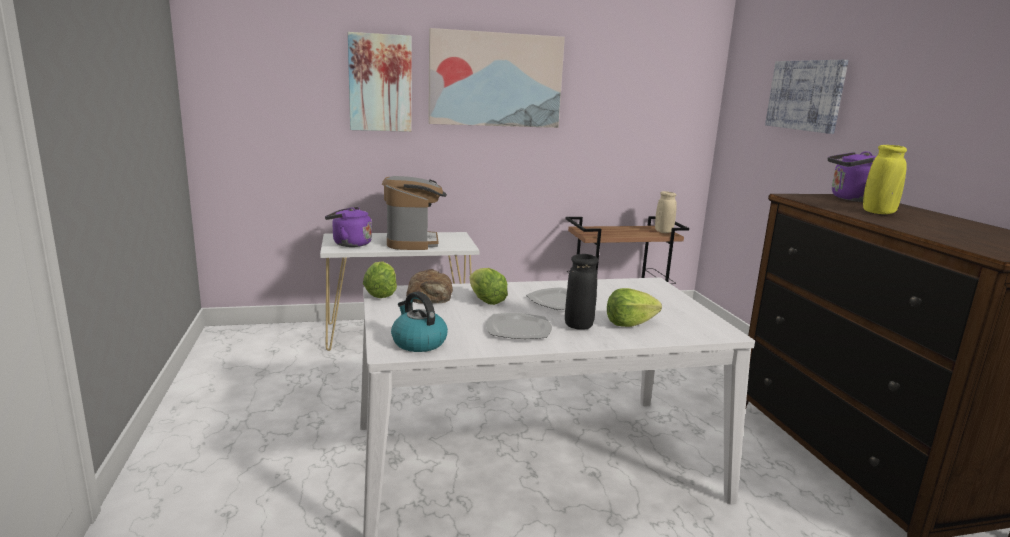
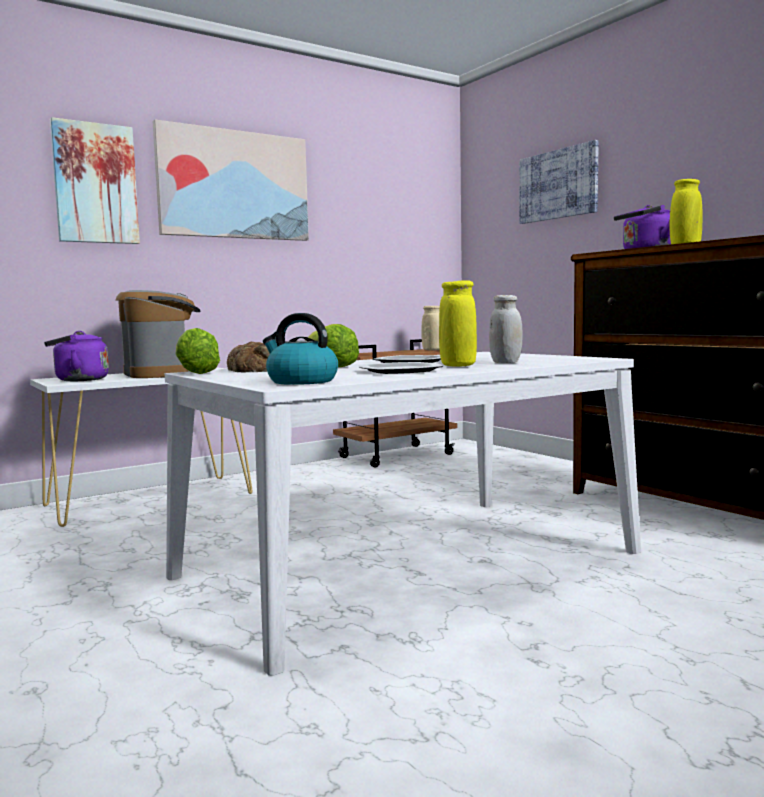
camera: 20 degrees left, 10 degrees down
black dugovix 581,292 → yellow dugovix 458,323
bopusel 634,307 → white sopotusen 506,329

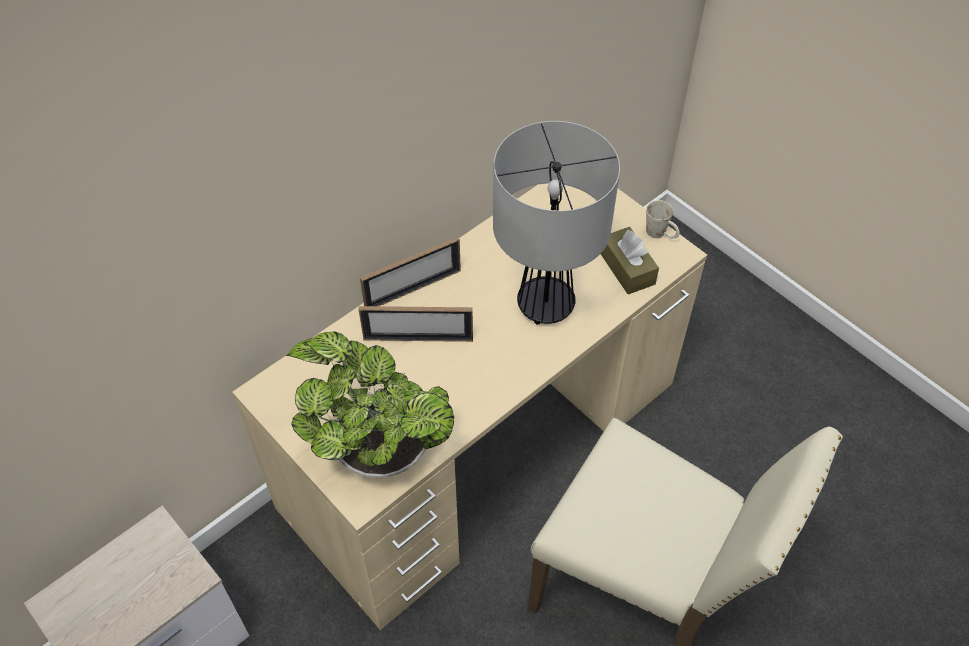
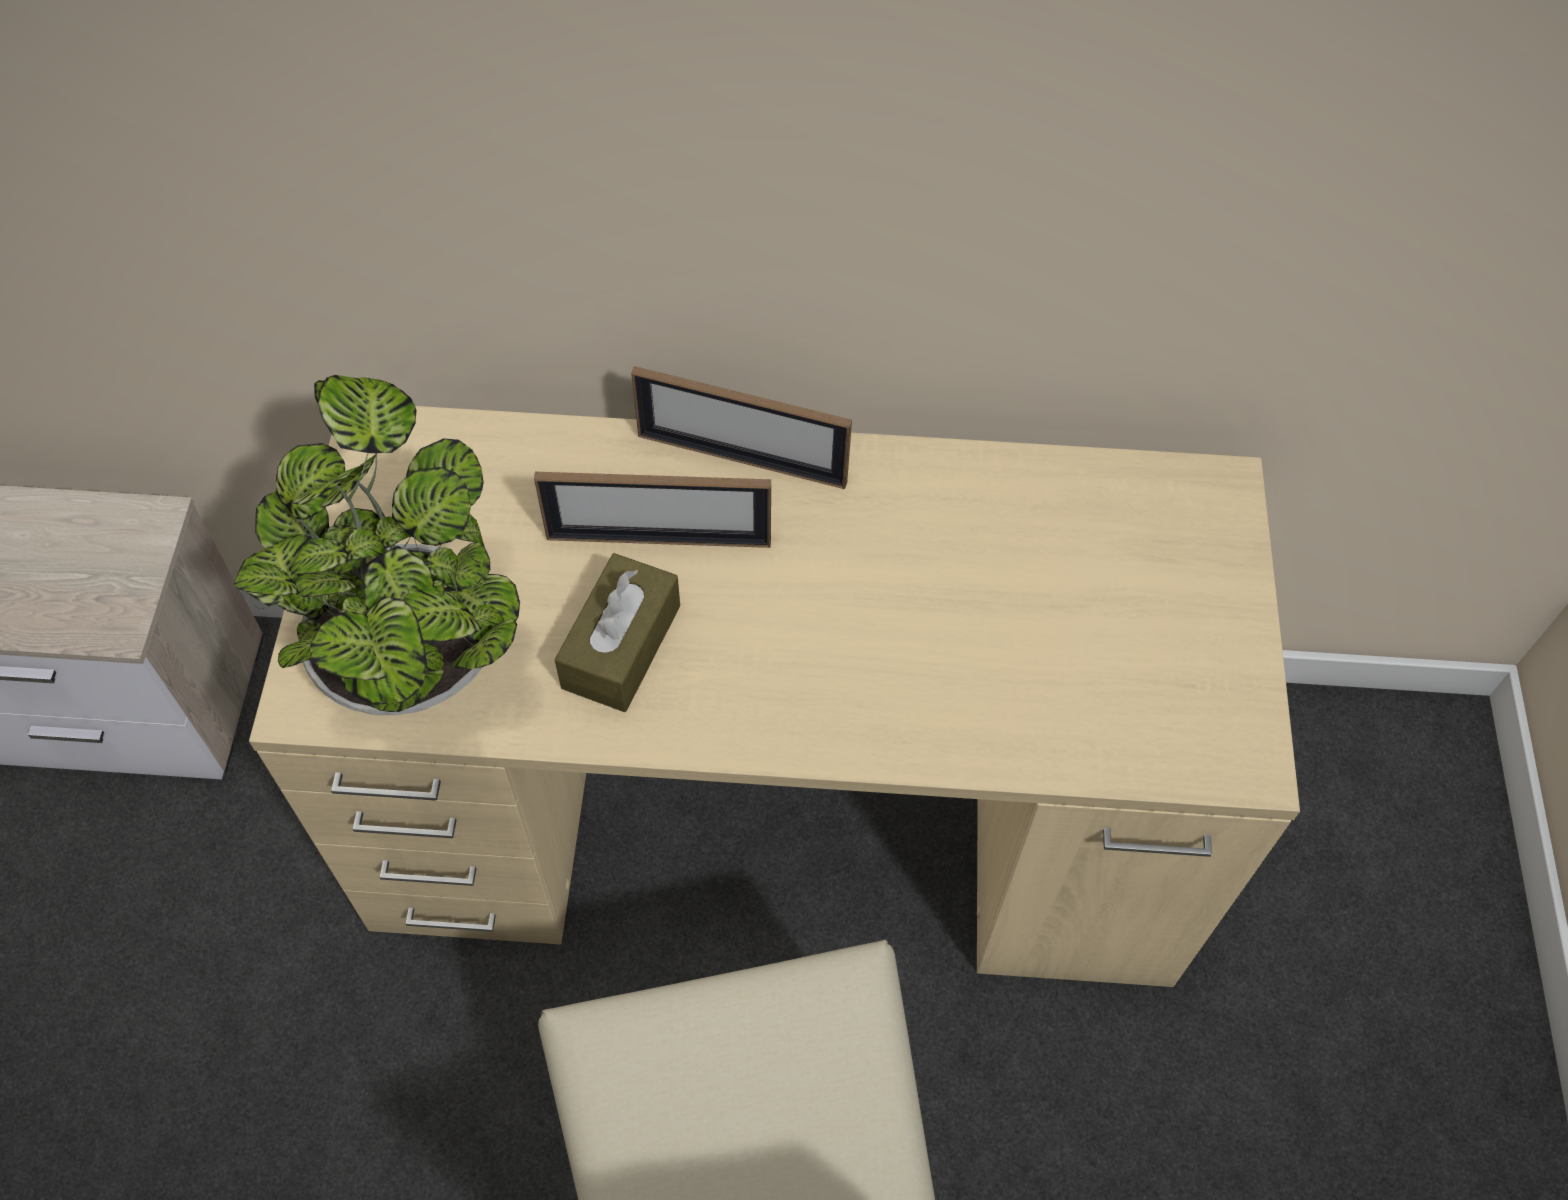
camera: 45 degrees right, 5 degrees up
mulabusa 556,223 → -
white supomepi 663,219 → -
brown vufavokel 630,261 → brown vufavokel 617,632, relocated
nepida 416,324 → nepida 652,510, 45 degrees counterclockwise

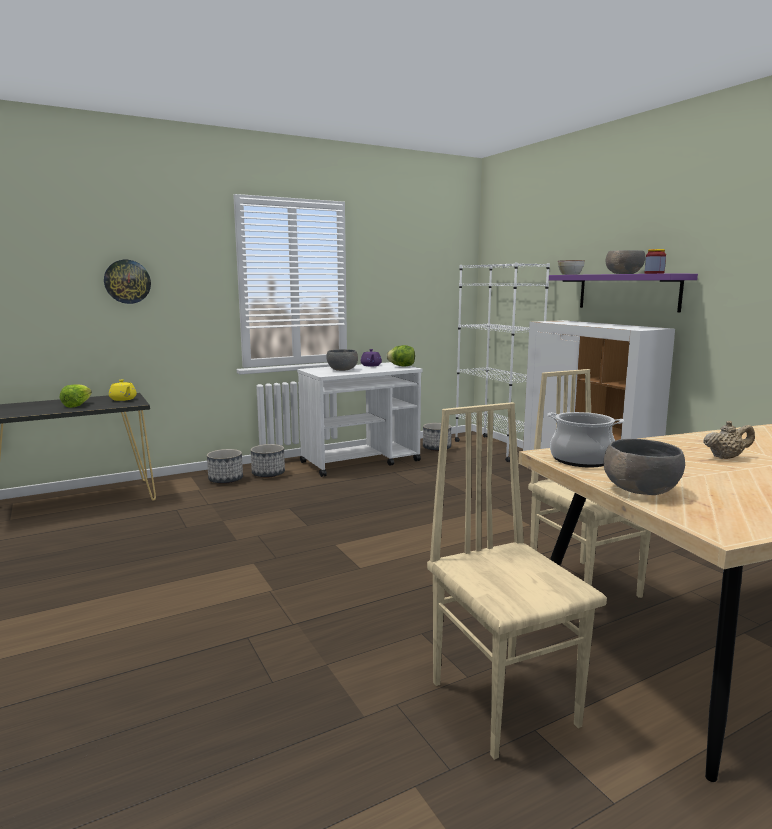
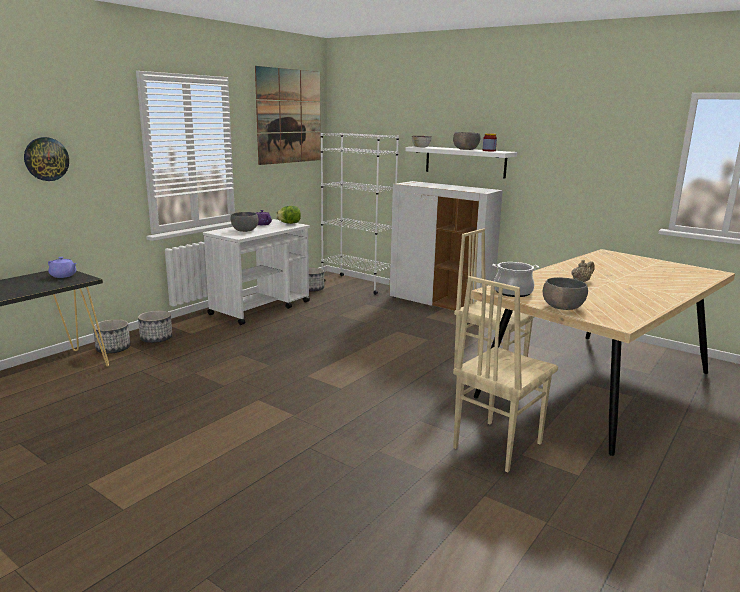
camera: 25 degrees left, 5 degrees up
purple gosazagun 623,292 → white gosazagun 461,162
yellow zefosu 123,390 → purple zefosu 62,267
bopusel 76,396 → -
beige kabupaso 517,581 → beige kabupaso 505,374, 90 degrees counterclockwise
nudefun 268,461 → nudefun 111,336, relocated
- → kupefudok 288,115

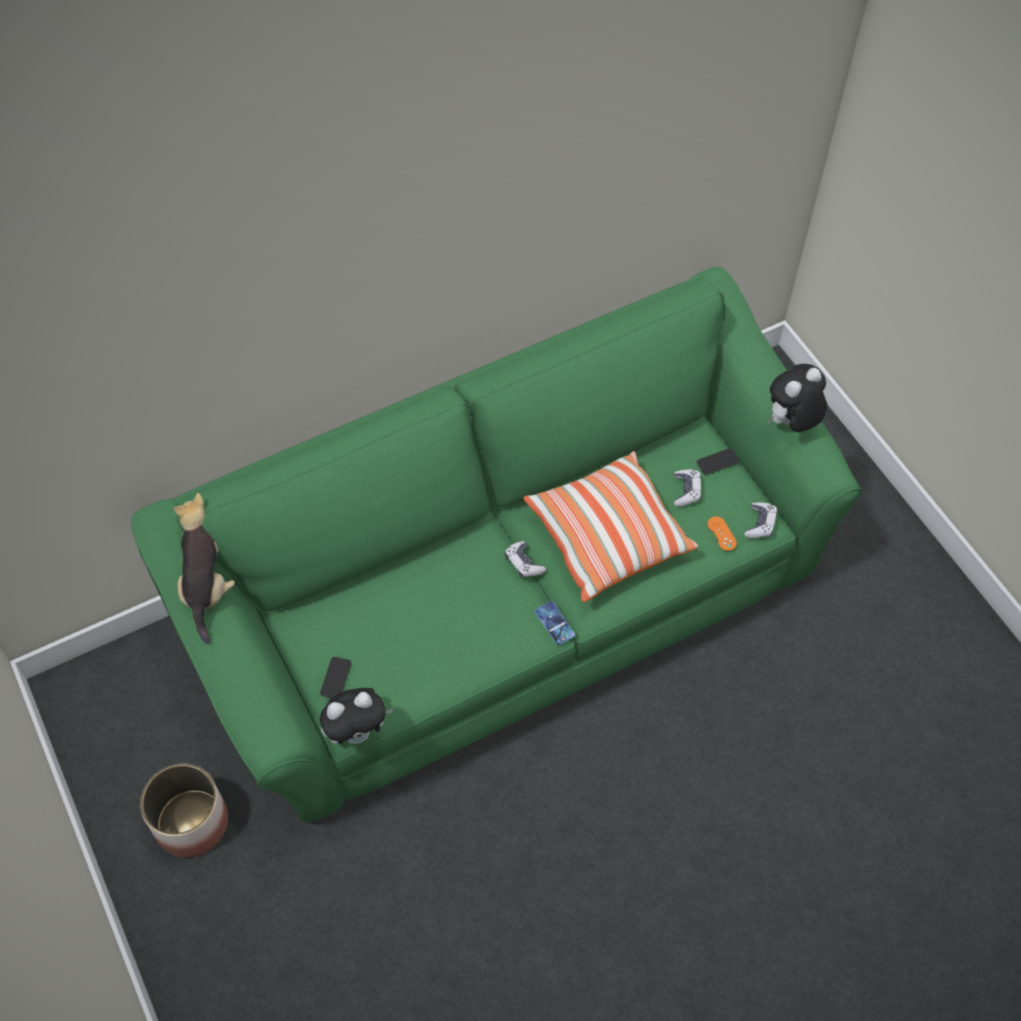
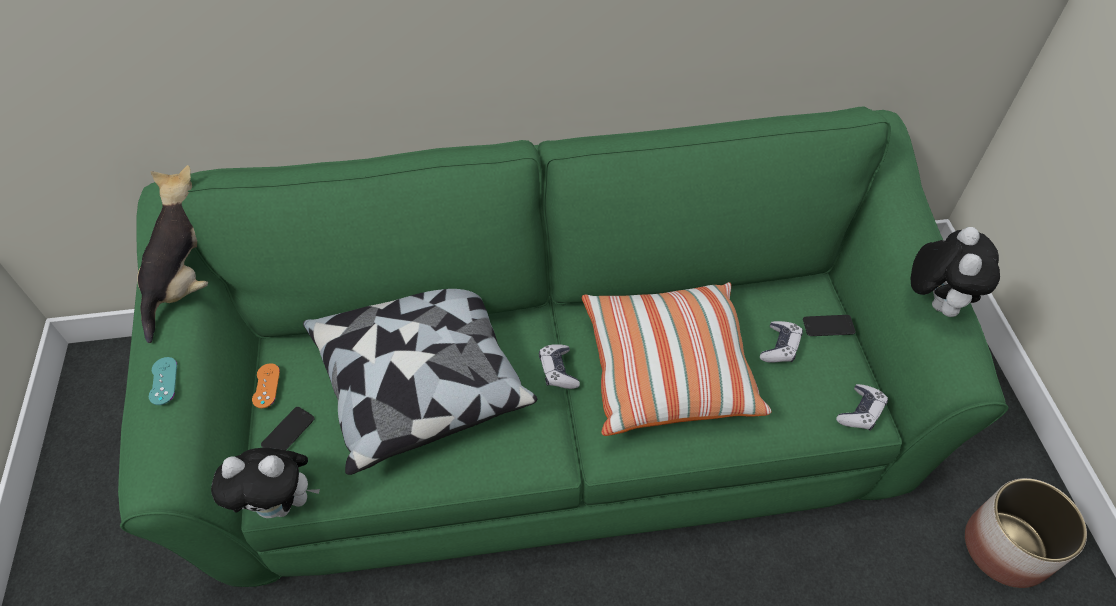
camera: 20 degrees right, 5 degrees down
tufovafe 797,398 → tufovafe 955,272, 120 degrees clockwise
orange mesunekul 722,533 → orange mesunekul 266,385, relocated
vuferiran 555,623 → -
nudefun 184,810 → nudefun 1026,533, relocated
- → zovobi 420,382
- → turquoise mesunekul 163,381

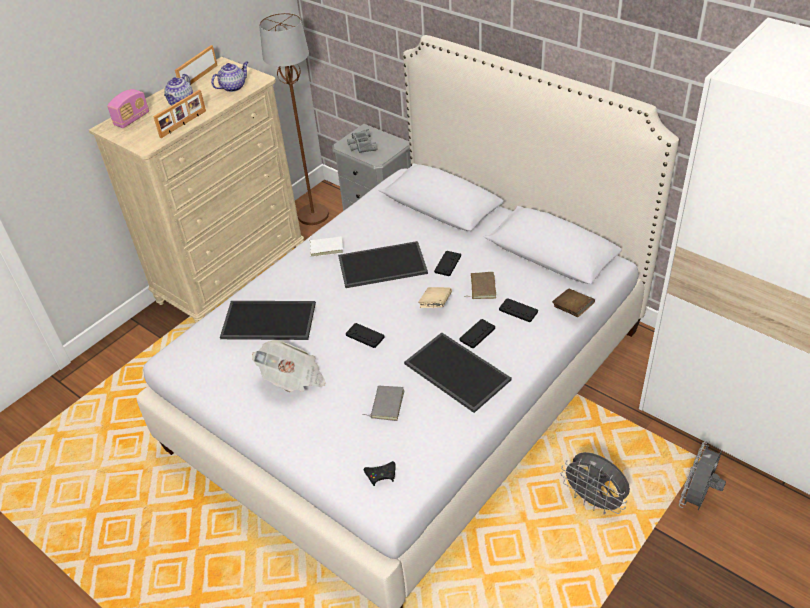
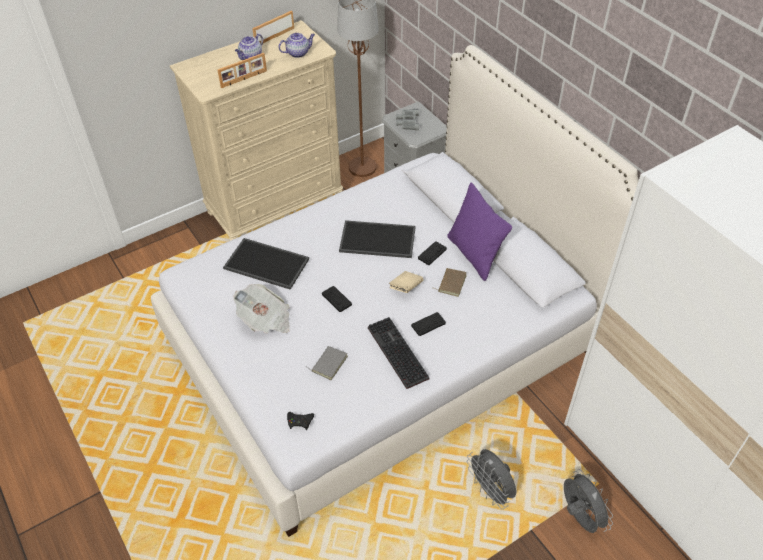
camera: 15 degrees right, 5 degrees up
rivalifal 128,108 → -
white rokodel 325,246 → -
brown rokodel 573,303 → -
black mesunekul 518,310 → -
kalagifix 458,372 → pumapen 399,353
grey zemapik 702,475 → grey zemapik 588,501, 105 degrees clockwise
- → purple zovobi 479,232

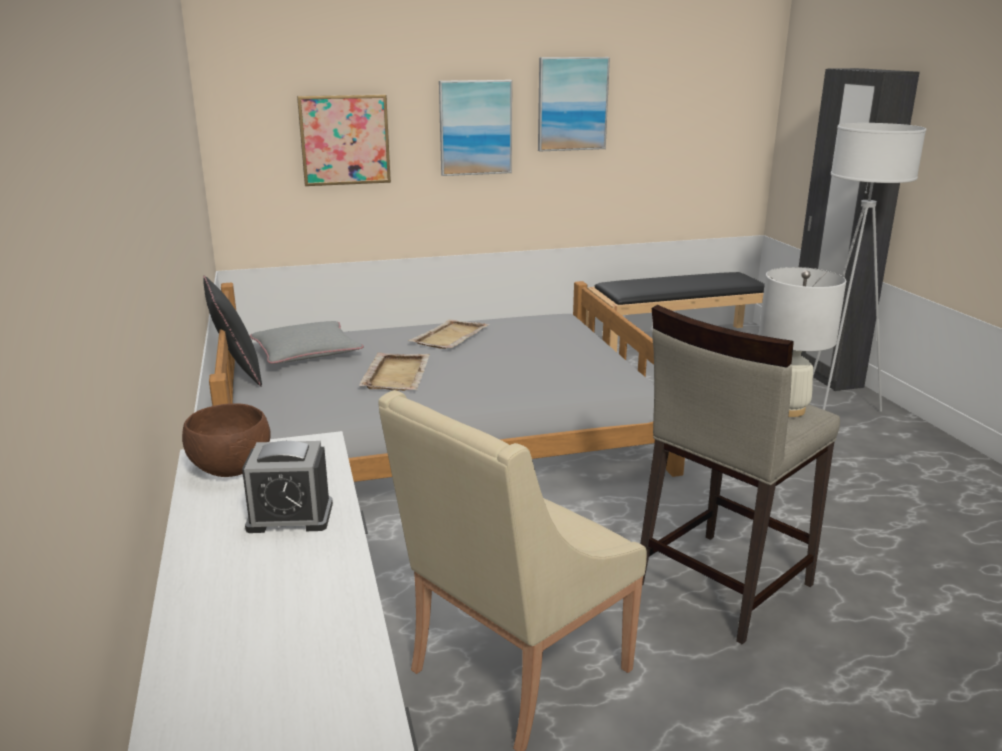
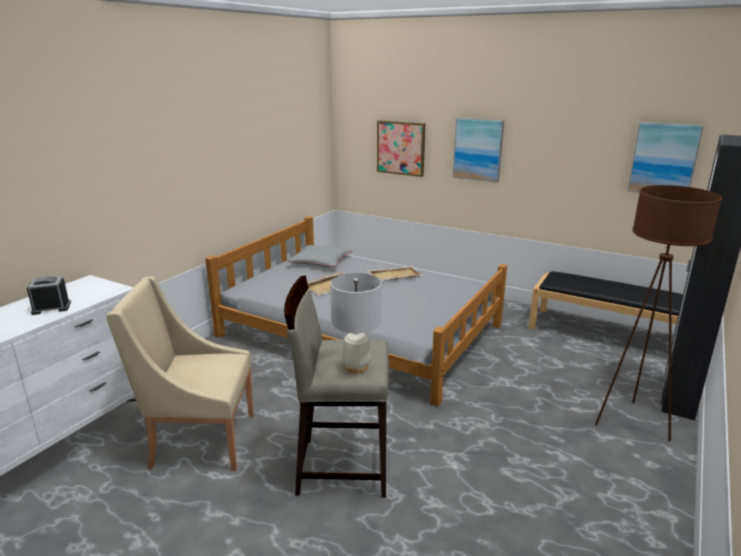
camera: 45 degrees right, 0 degrees up
kupefudok 574,104 → kupefudok 665,157, relocated
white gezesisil 869,267 → brown gezesisil 658,313
black zovobi 232,331 → -
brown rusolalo 226,440 → -
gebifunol 287,487 → gebifunol 49,295, 120 degrees clockwise

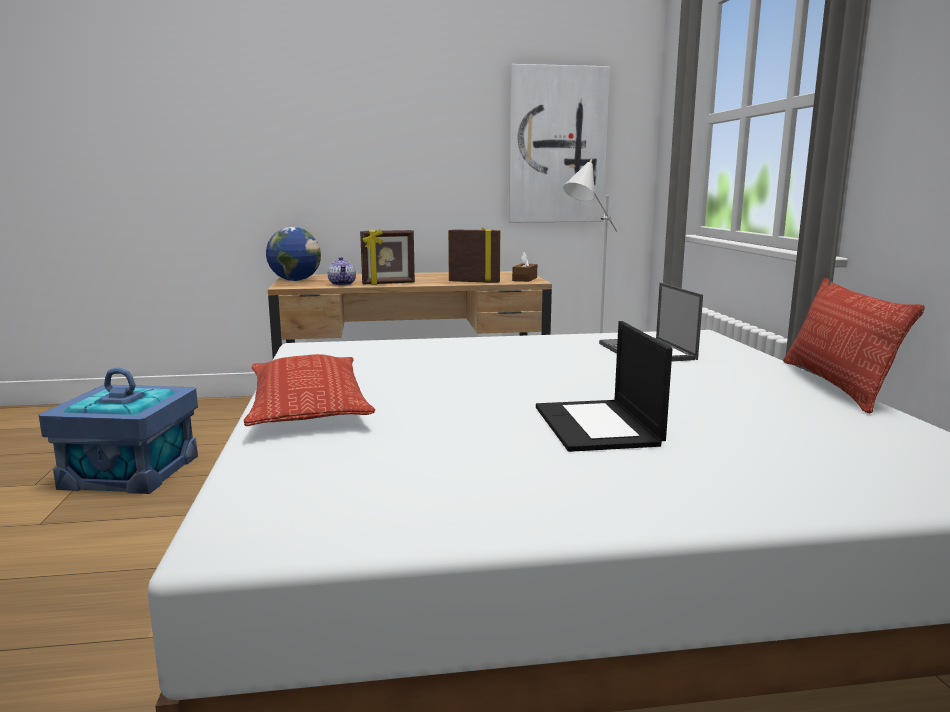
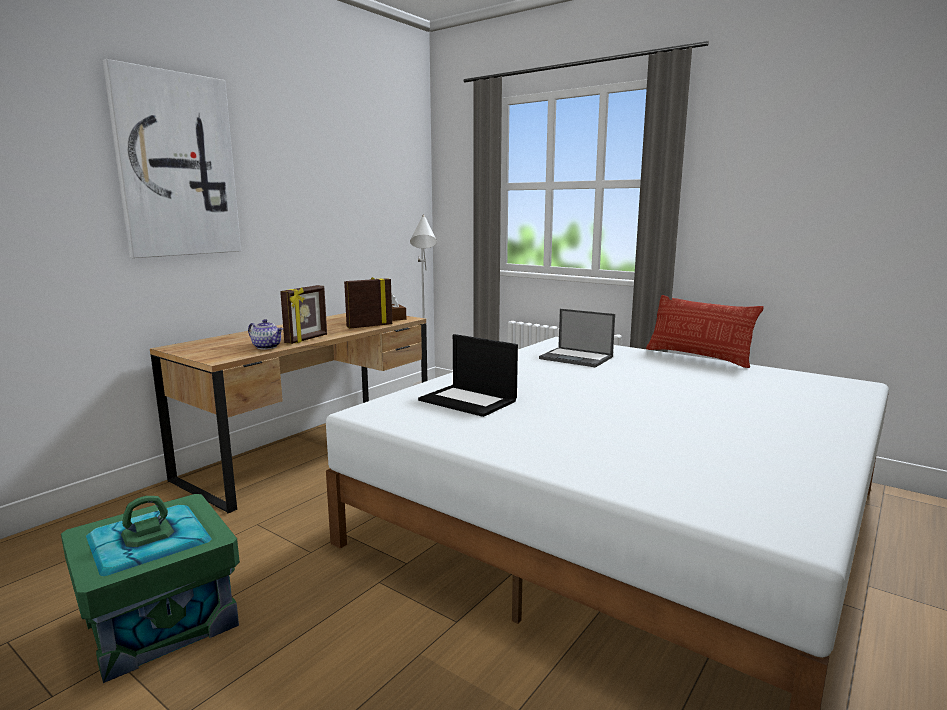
camera: 45 degrees left, 0 degrees up
kupefudok 559,143 → kupefudok 172,158, relocated
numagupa 293,254 → -
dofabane 604,386 → dofabane 468,375, relocated
zovobi 309,390 → -
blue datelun 118,431 → green datelun 150,588

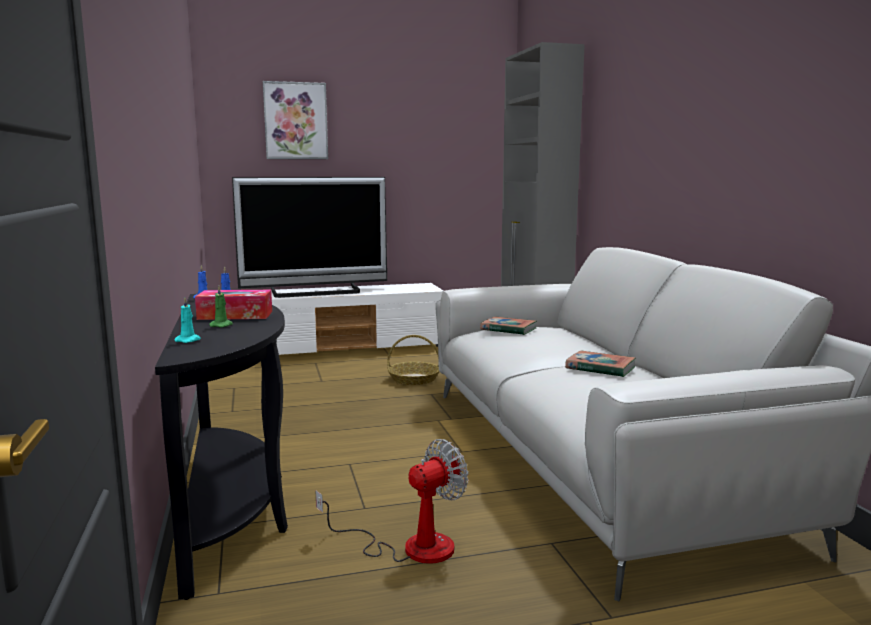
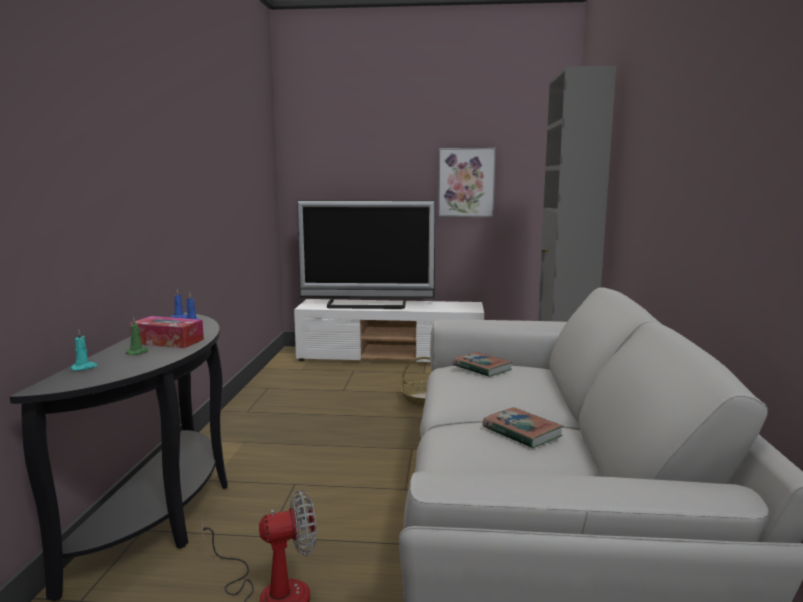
camera: 20 degrees right, 0 degrees up
kupefudok 295,120 → kupefudok 467,182, relocated

